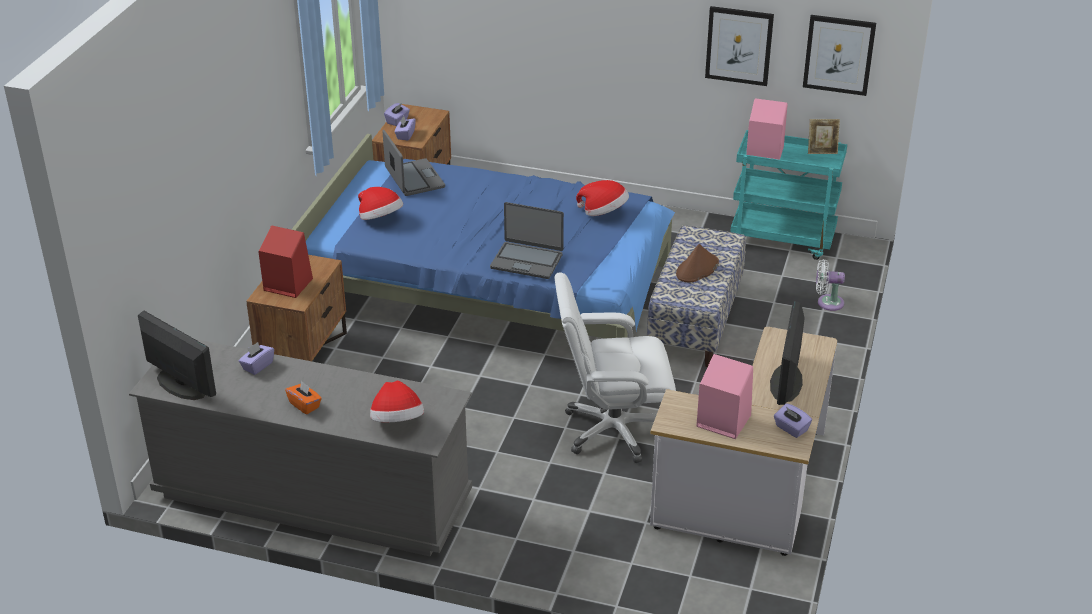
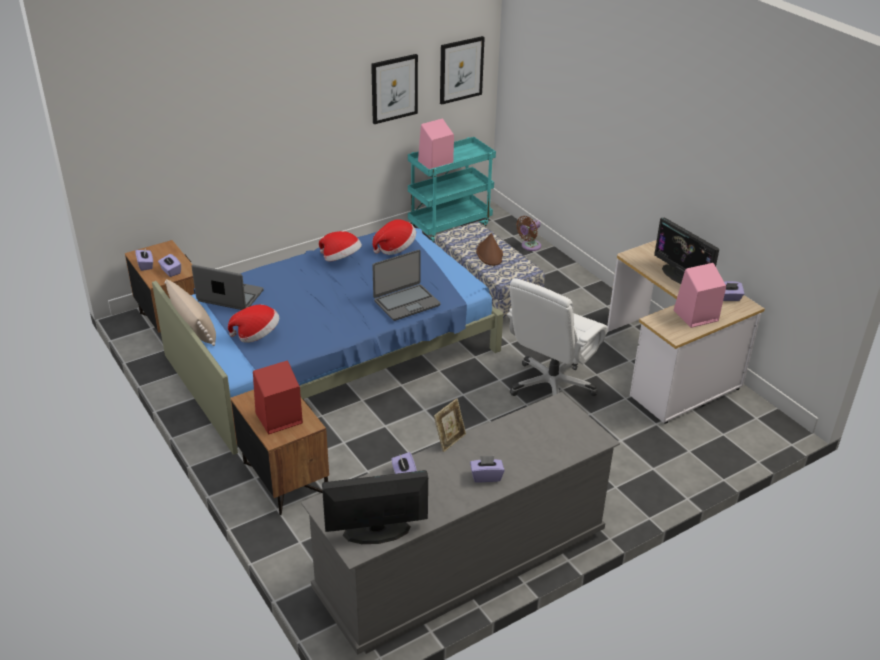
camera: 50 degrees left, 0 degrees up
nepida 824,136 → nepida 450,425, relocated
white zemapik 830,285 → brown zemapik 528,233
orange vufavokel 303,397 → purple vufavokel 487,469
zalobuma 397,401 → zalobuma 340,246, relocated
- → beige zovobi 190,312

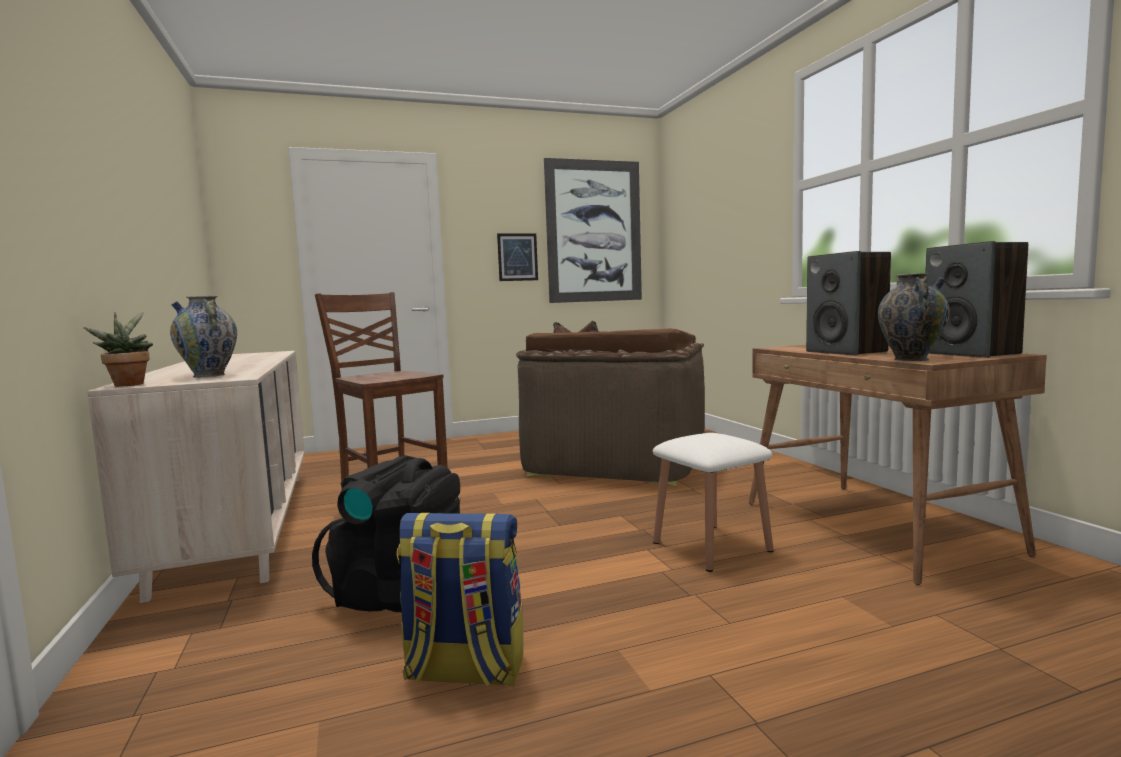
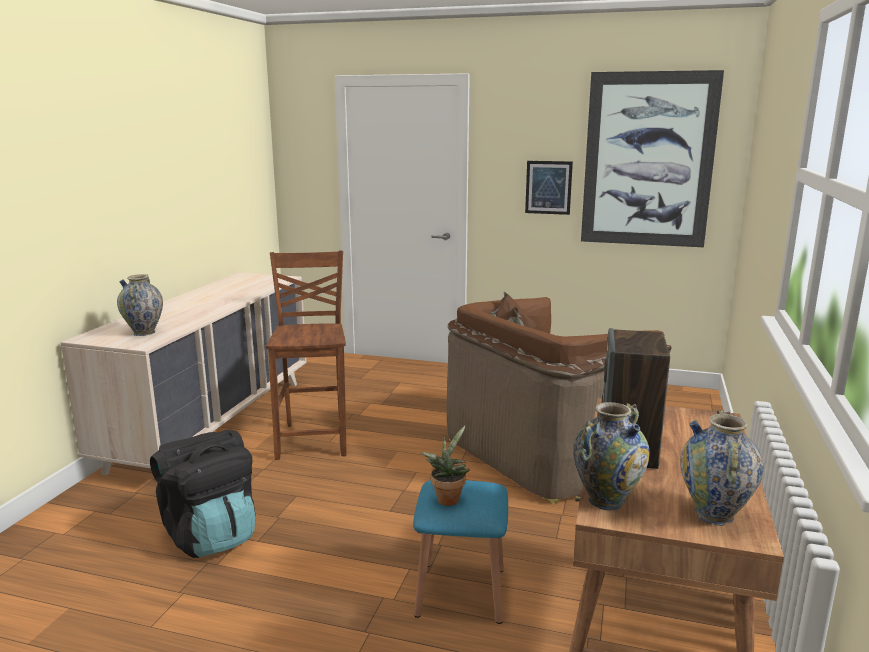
camera: 35 degrees right, 10 degrees up
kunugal 976,299 → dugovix 721,468
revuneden 118,349 → revuneden 445,465, relocated
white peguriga 713,502 → blue peguriga 460,552
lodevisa 460,599 → -

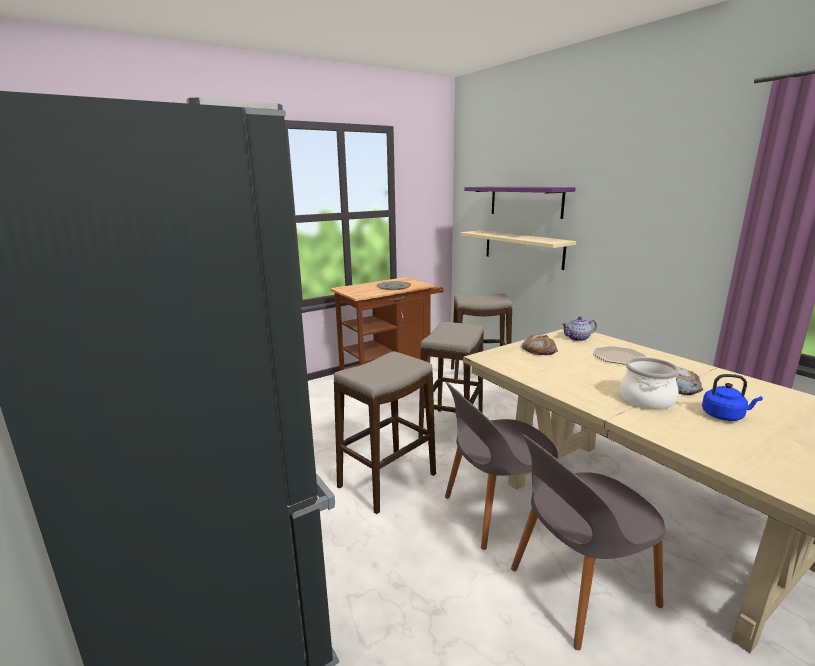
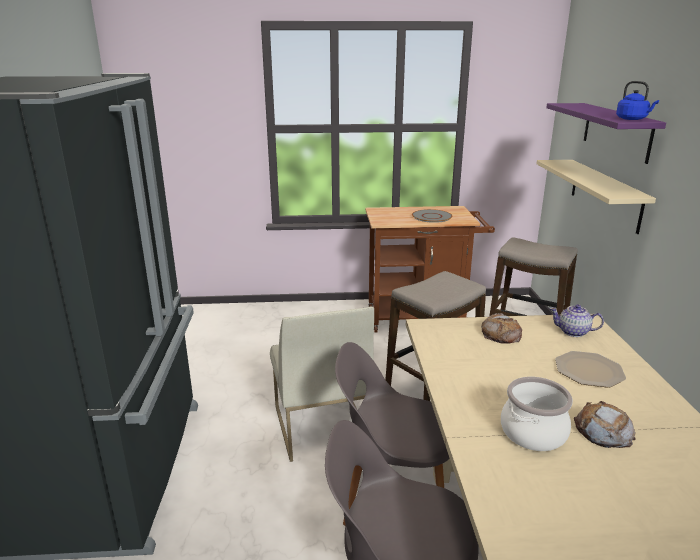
camera: 30 degrees right, 5 degrees up
peguriga 385,432 → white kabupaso 322,384
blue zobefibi 732,397 → blue zobefibi 637,100, relocated

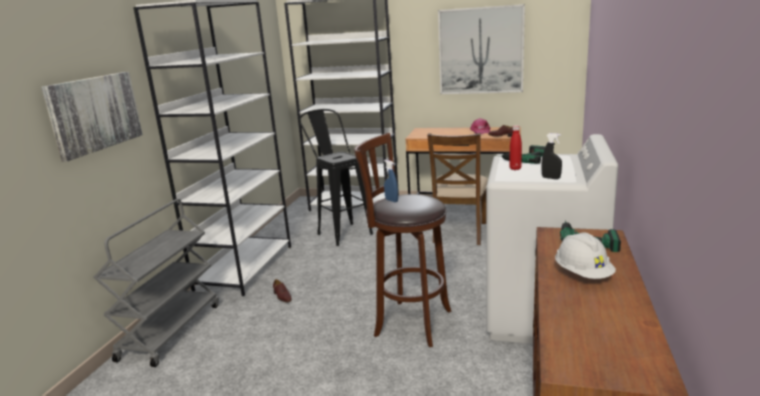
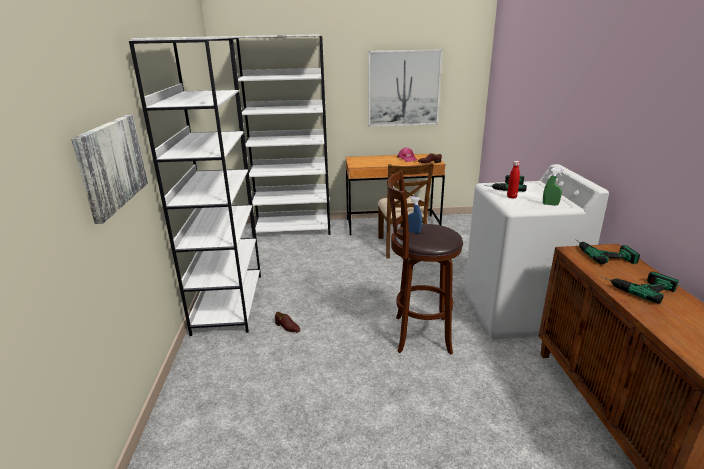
camera: 20 degrees left, 5 degrees up
black peguriga 336,177 → -
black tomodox 551,156 → green tomodox 553,186
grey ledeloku 156,283 → -
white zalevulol 585,255 → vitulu 639,288

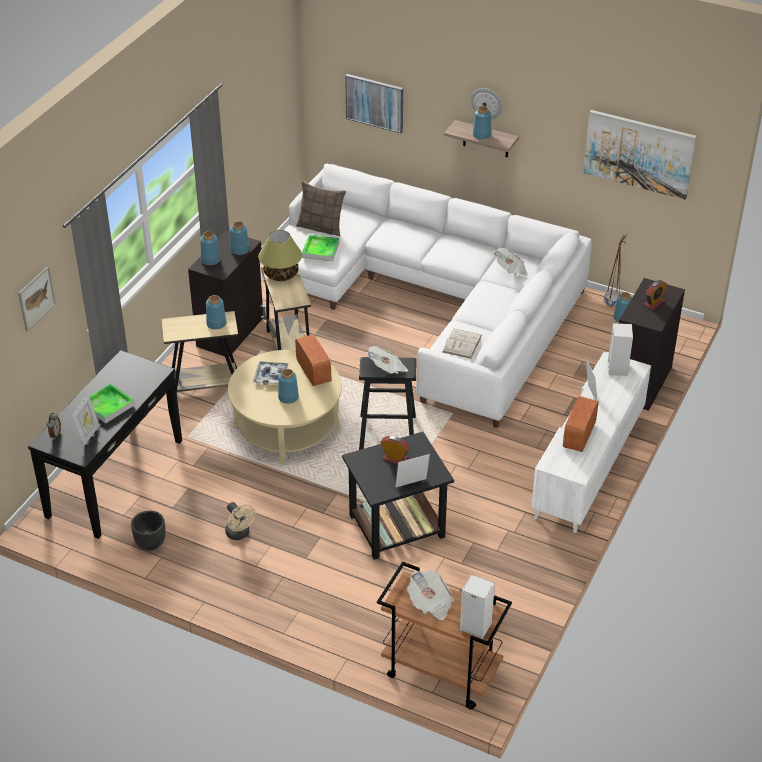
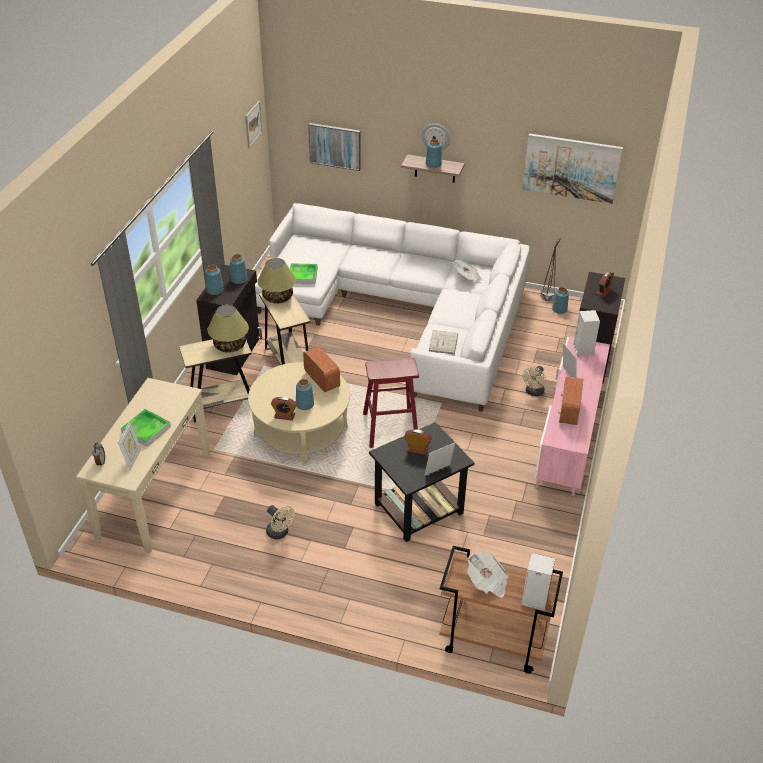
camera: 10 degrees left, 0 degrees up
zovobi 321,209 → -
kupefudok 37,299 → kupefudok 253,124, relocated
blue dugovix 216,312 → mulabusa 228,329
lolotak 387,360 → -
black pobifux 105,444 → beige pobifux 143,466
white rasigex 591,442 → pink rasigex 572,416
black peguriga 387,403 → red peguriga 391,403
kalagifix 270,373 → -
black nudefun 148,531 → -
- → beige zemapik 534,381
- → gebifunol 284,409

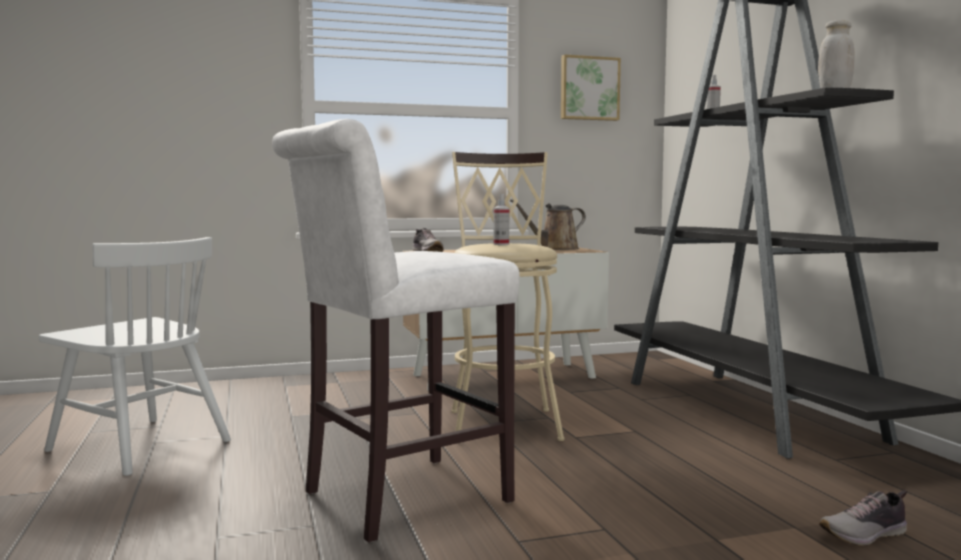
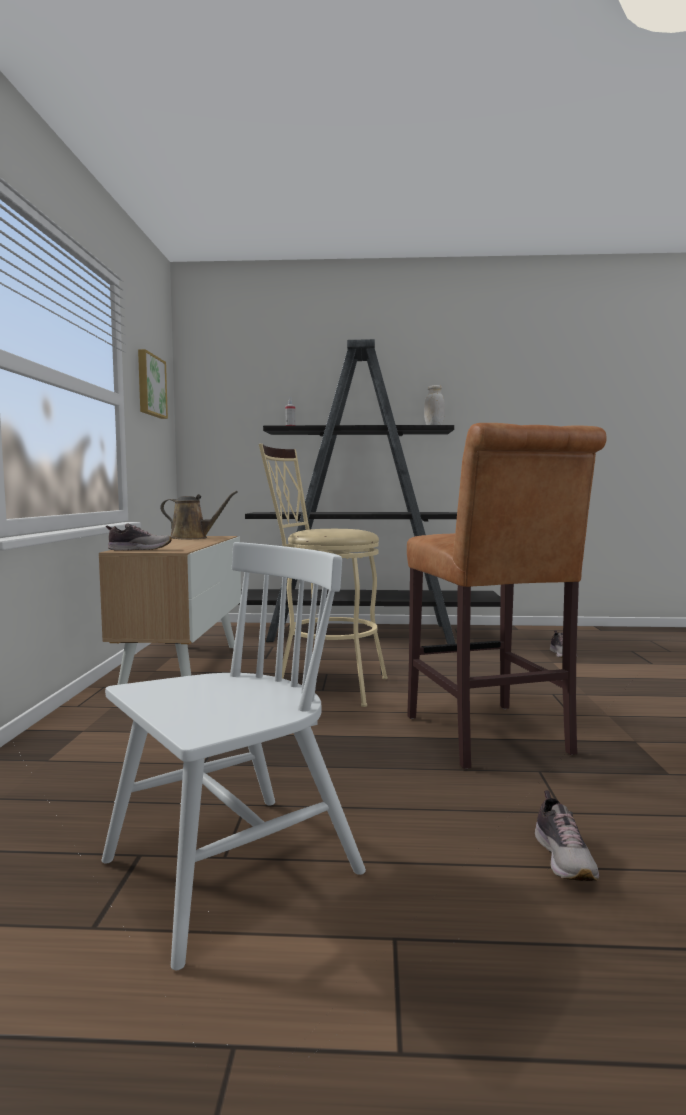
camera: 70 degrees left, 0 degrees up
white peguriga 395,330 → brown peguriga 507,596
tomodox 501,219 → -
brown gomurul 548,224 → brown gomurul 199,515, 75 degrees counterclockwise
- → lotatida 567,835

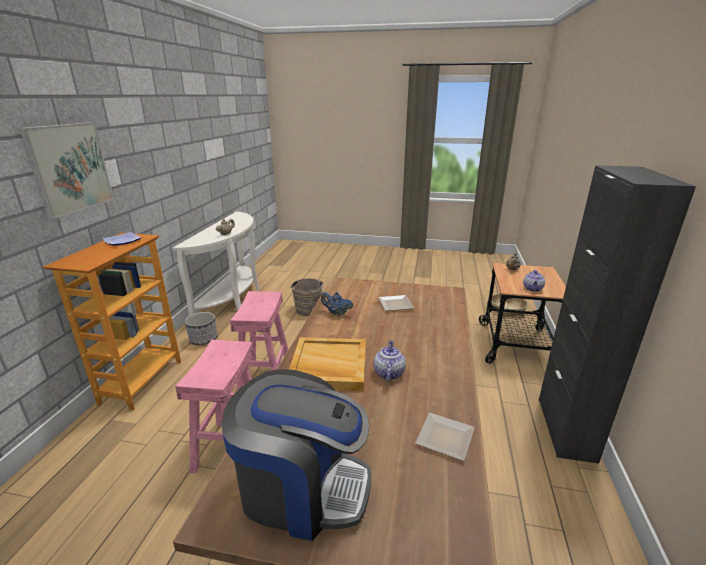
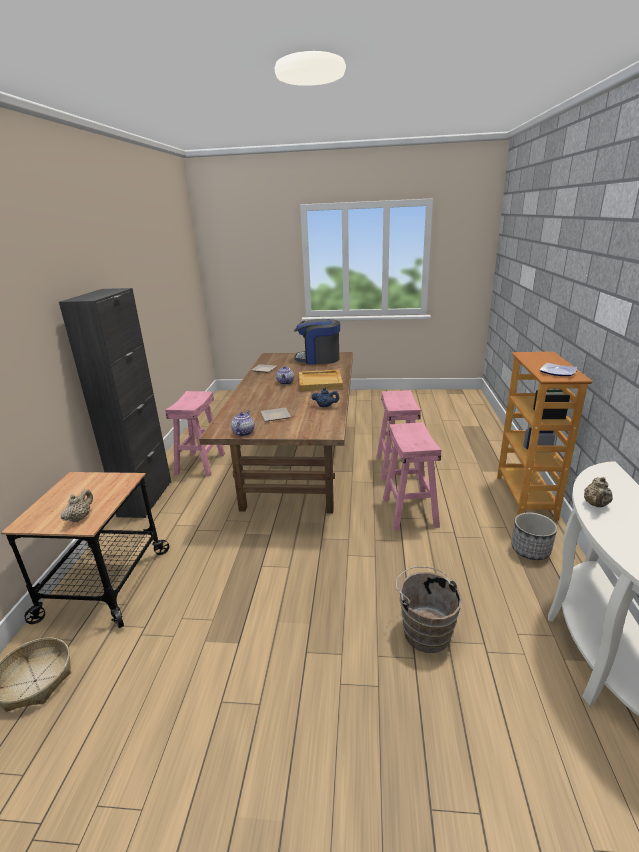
camera: 175 degrees right, 0 degrees up
kupefudok 66,171 → -
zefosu 534,281 → zefosu 242,423, relocated
- → pink peguriga 195,434

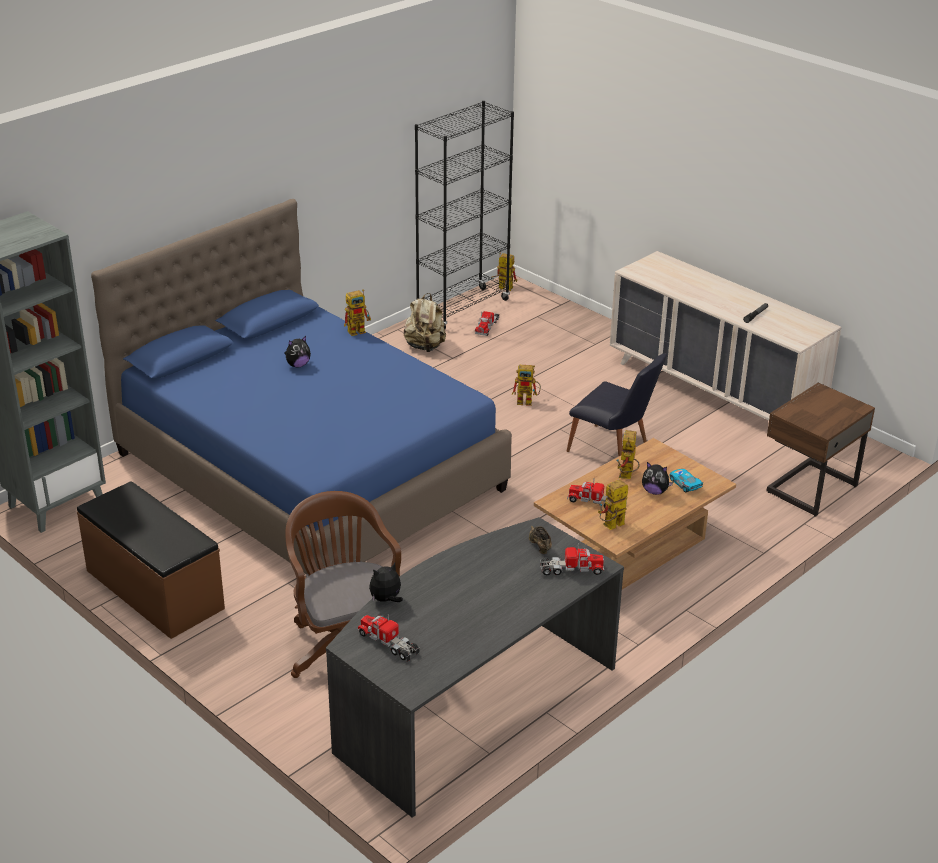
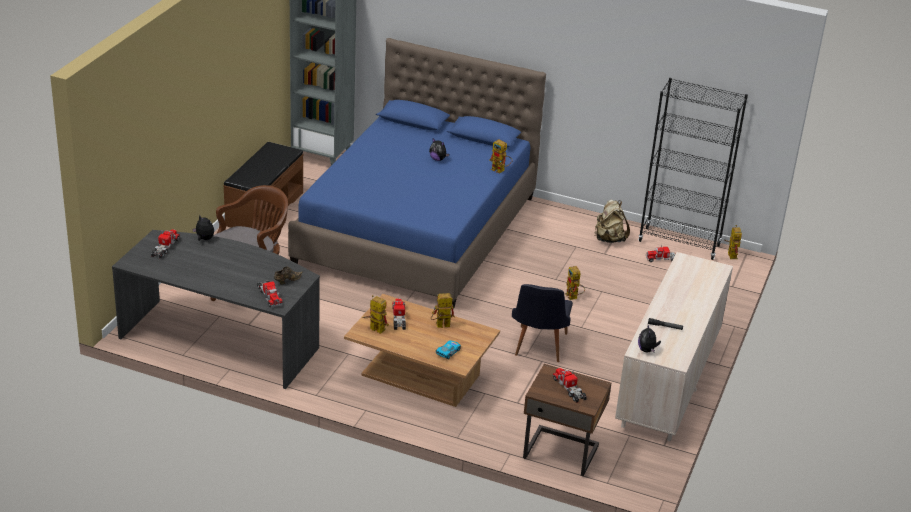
camera: 65 degrees right, 0 degrees up
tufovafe 657,478 → tufovafe 649,339, relocated
- → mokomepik 569,385

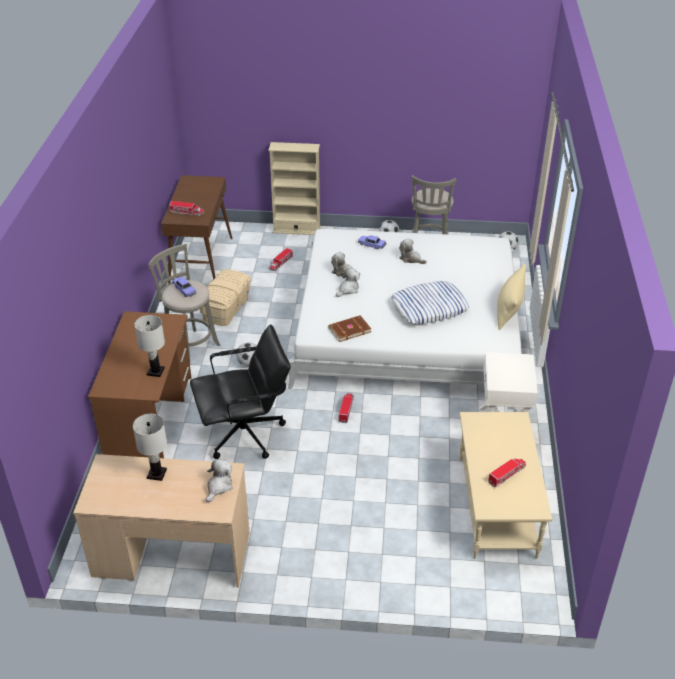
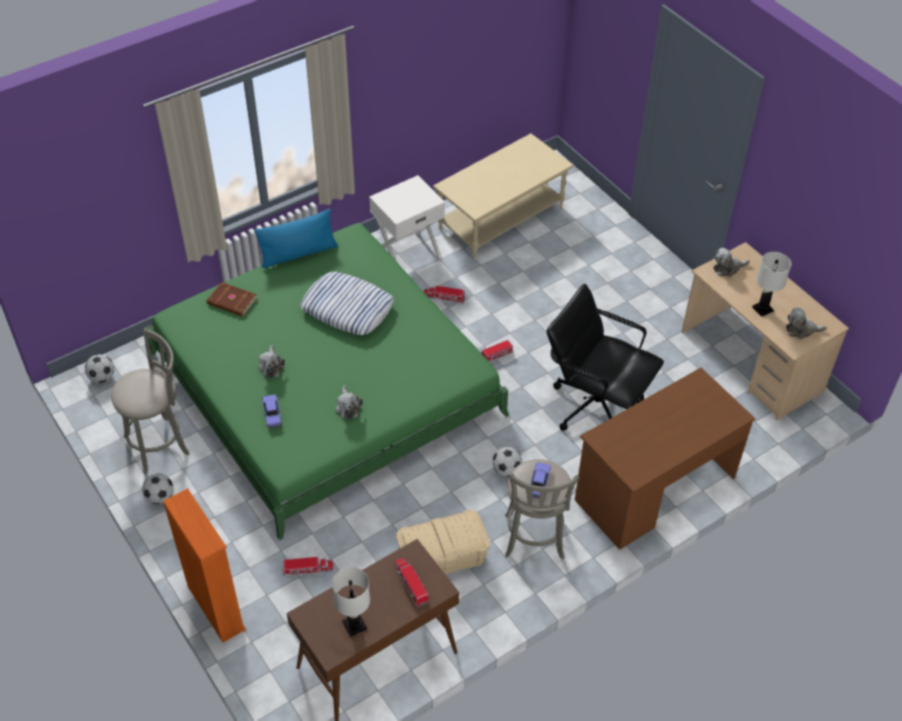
camera: 130 degrees left, 10 degrees up
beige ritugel 294,188 → orange ritugel 204,565
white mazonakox 405,309 → green mazonakox 327,381
beige zovobi 511,297 → blue zovobi 296,238
tufovafe 348,282 → tufovafe 806,323, relocated
white mulabusa 149,346 → white mulabusa 351,602, relocated
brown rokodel 349,328 → brown rokodel 231,299, relocated
mokomepik 507,472 → mokomepik 445,294, relocated

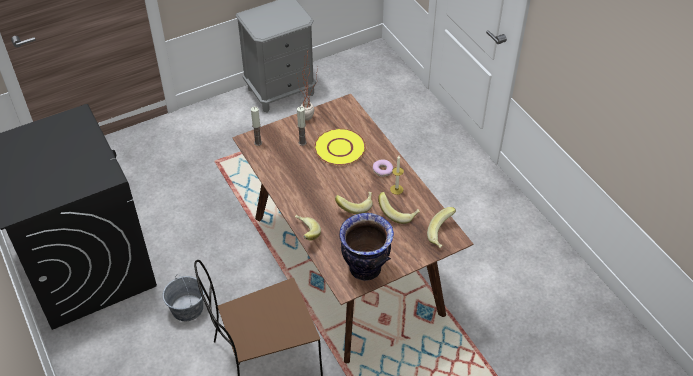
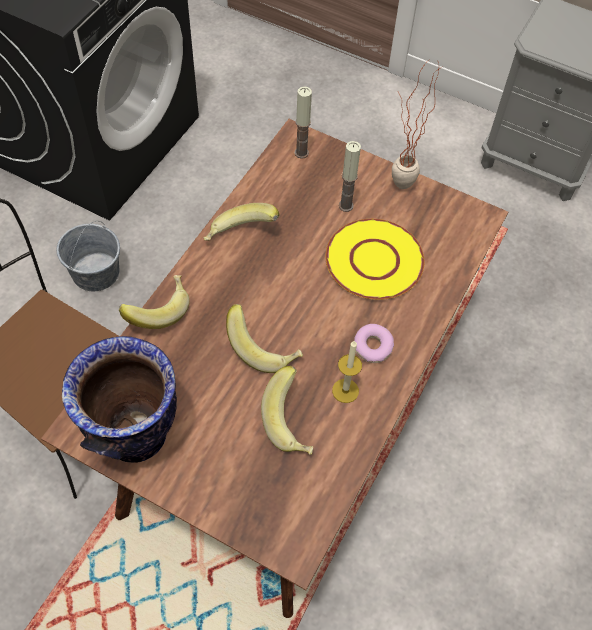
camera: 55 degrees right, 10 degrees up
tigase 441,227 → tigase 241,222, relocated

